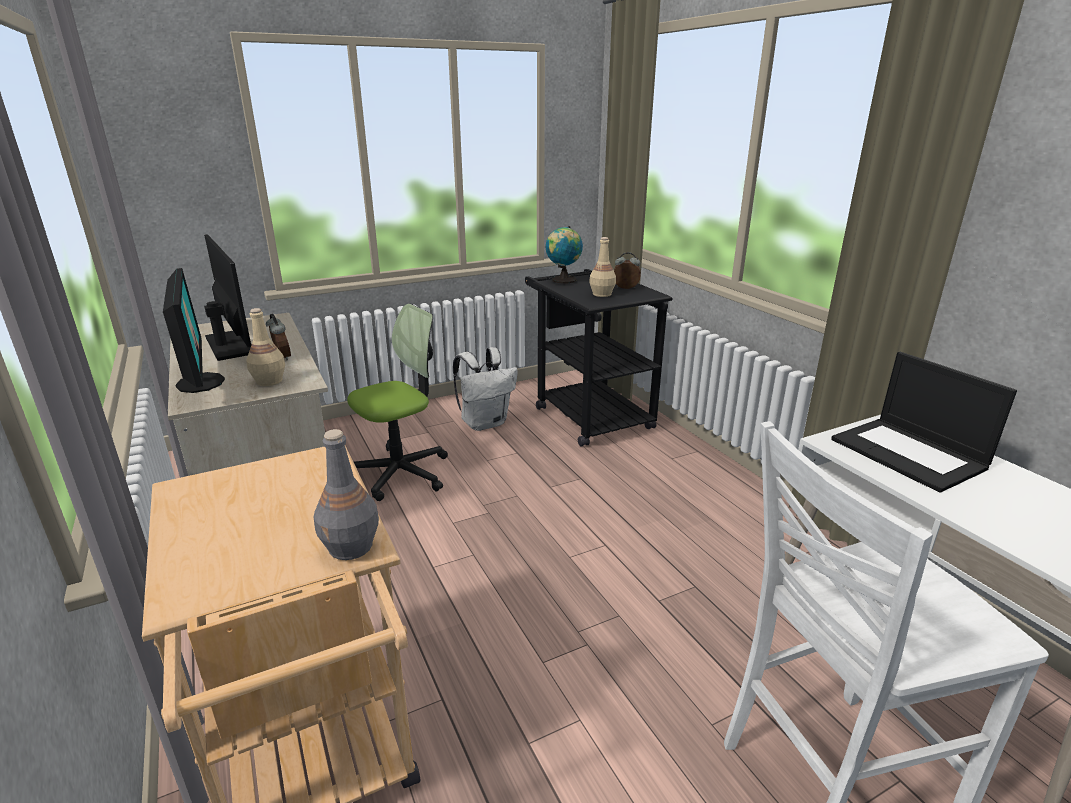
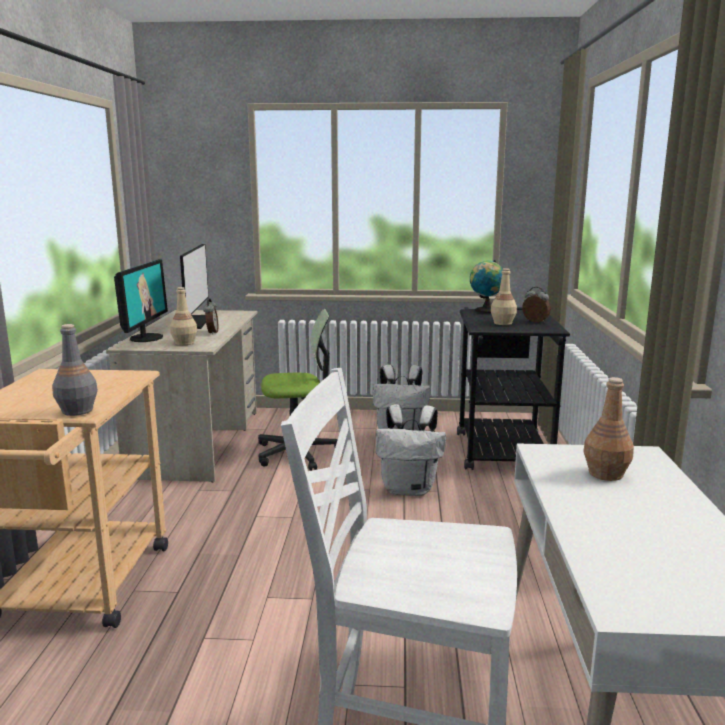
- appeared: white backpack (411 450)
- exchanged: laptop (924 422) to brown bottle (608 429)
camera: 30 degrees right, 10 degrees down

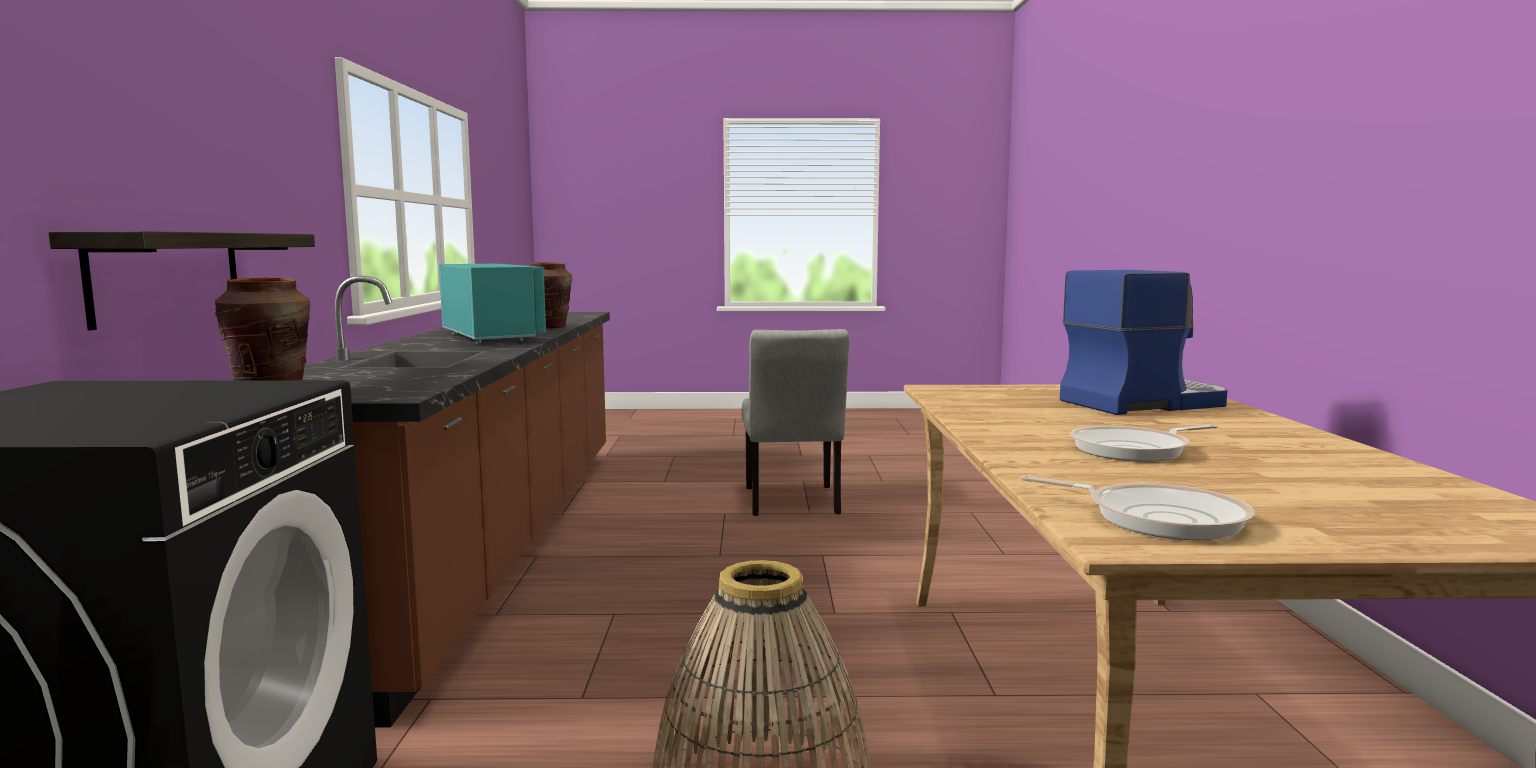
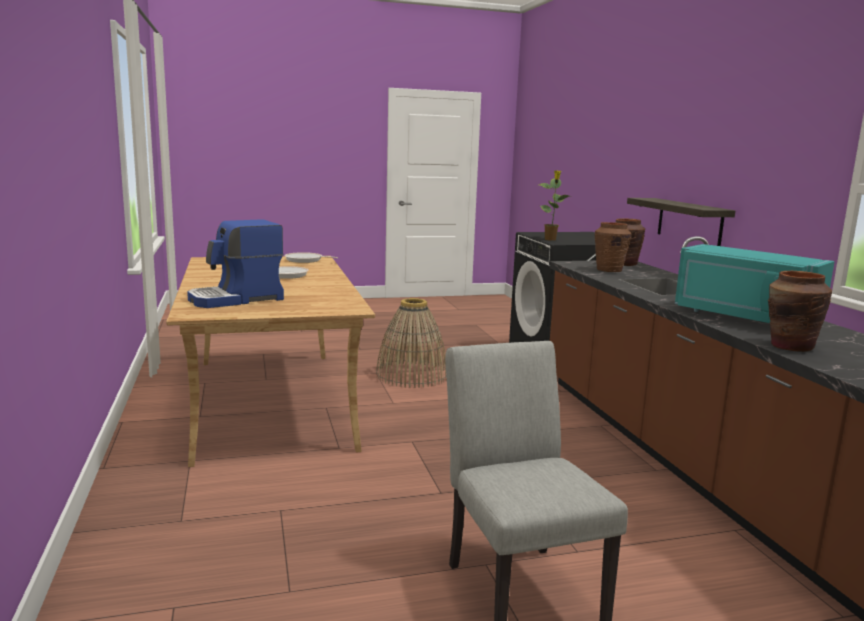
- appeared: potted plant (554 205)
- appeared: brown vase (613 247)
camera: 165 degrees right, 5 degrees up

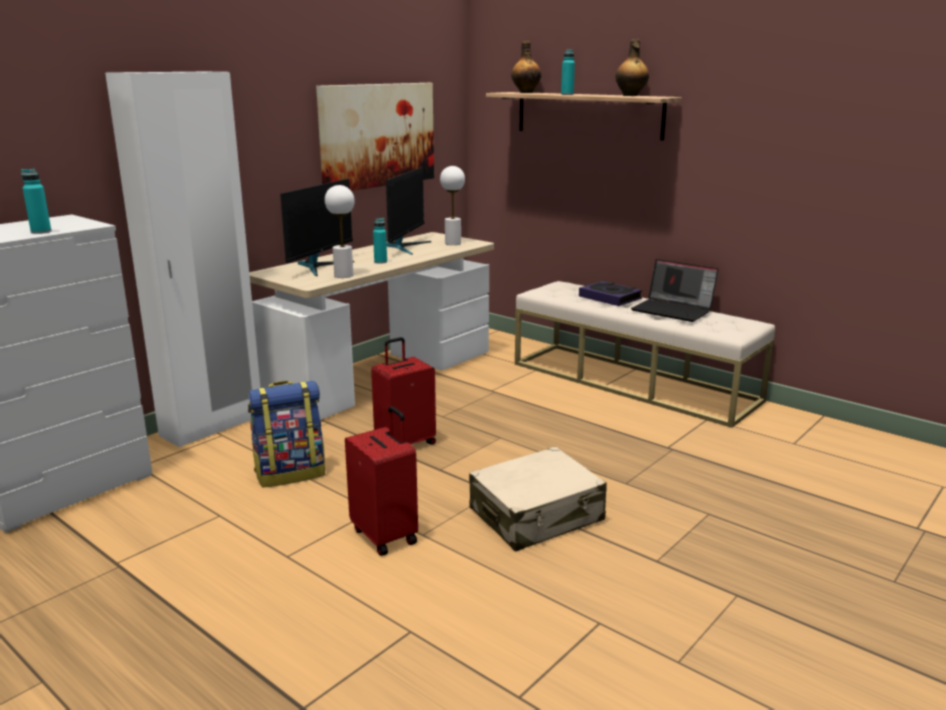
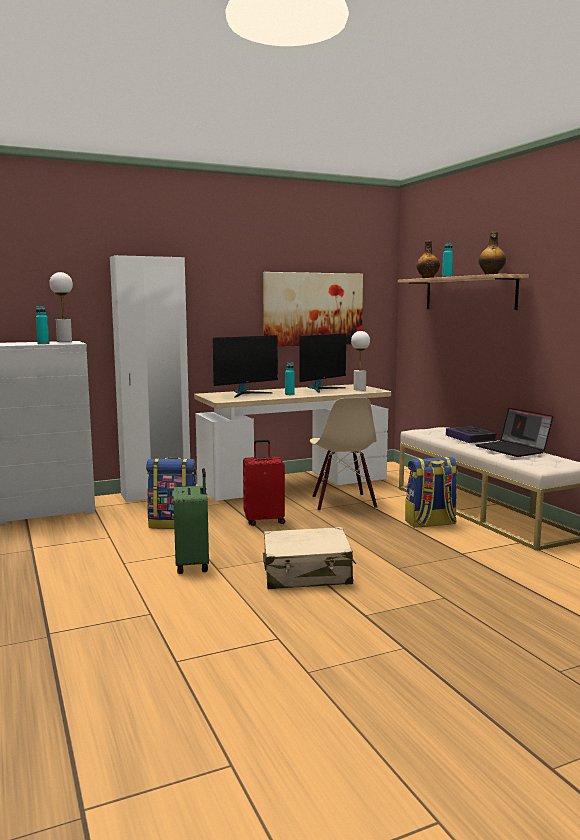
- relocated: white table lamp (340 231) to (61 307)
- colour: red suitcase (381 481) to green suitcase (191 521)
- appeared: beige chair (343 454)
- appeared: backpack (431 492)
camera: 25 degrees right, 10 degrees down

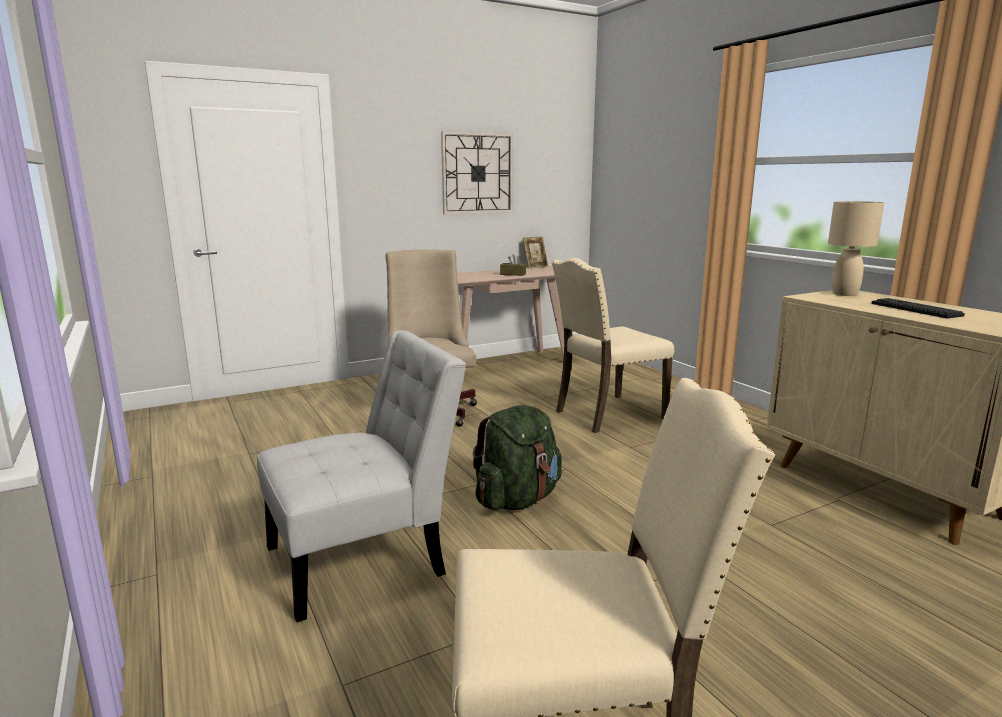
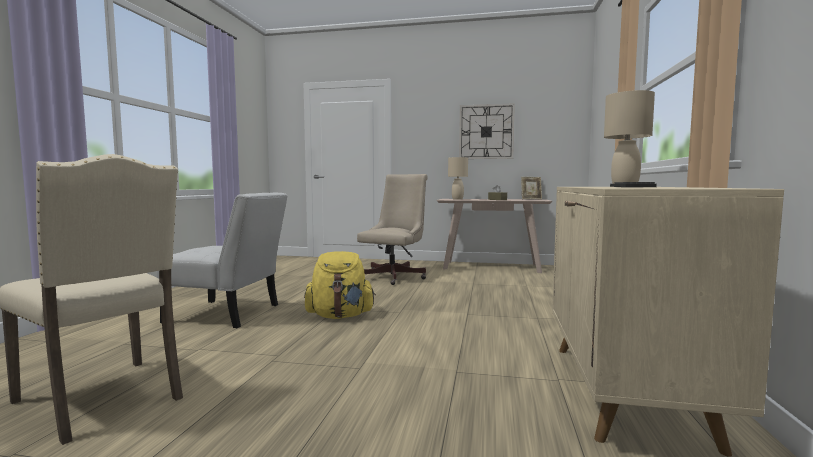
- colour: green backpack (517 457) to yellow backpack (340 285)
- appeared: beige table lamp (458 178)
- missing: beige chair (613 345)
camera: 40 degrees right, 10 degrees down

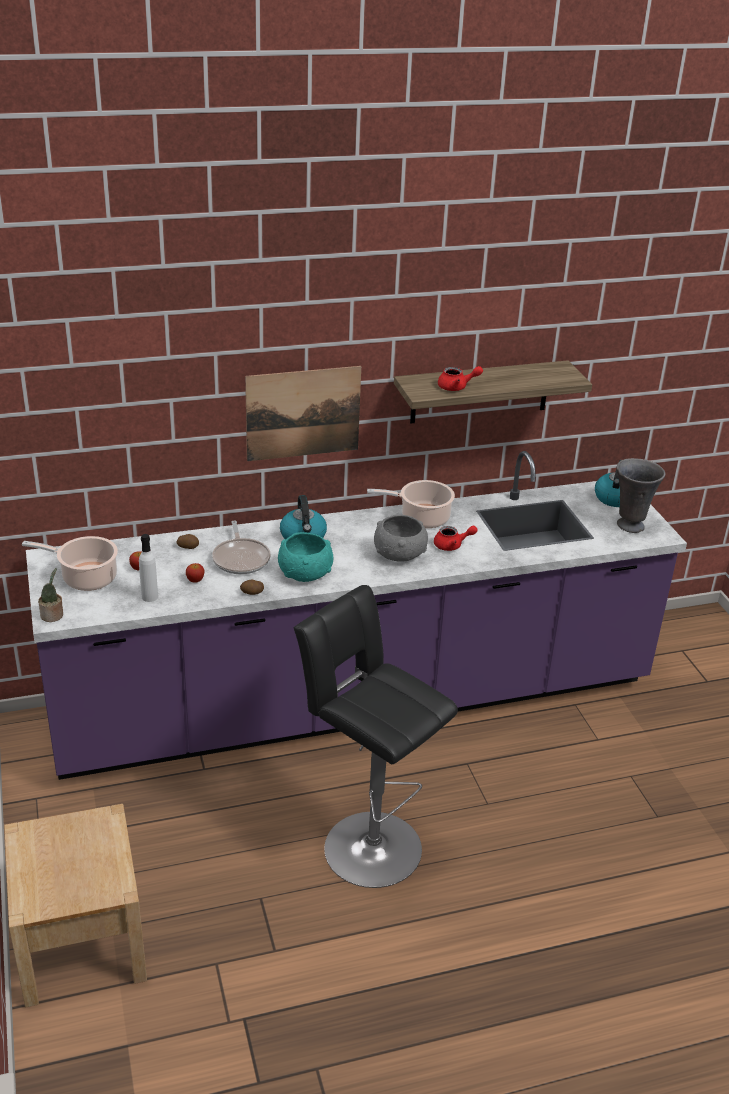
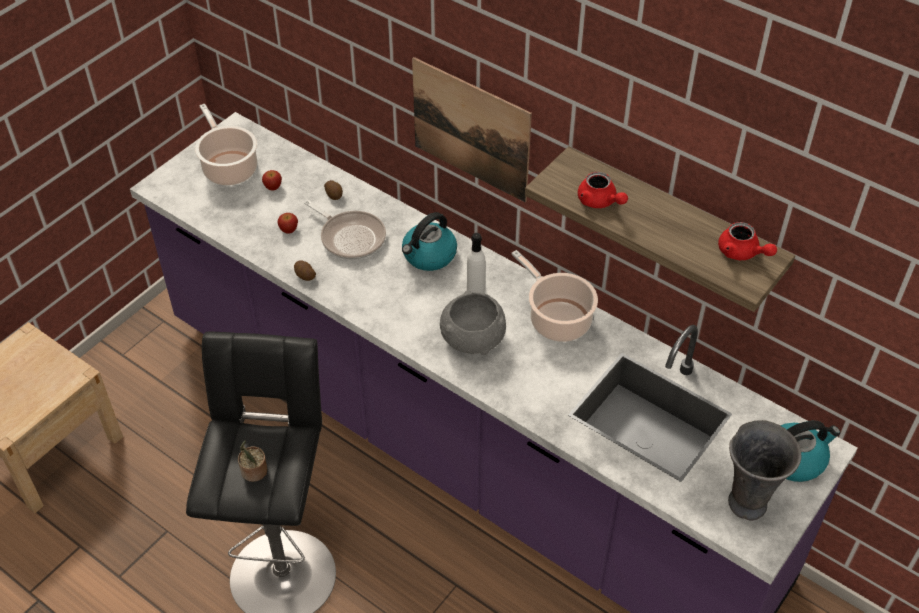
- relocated: potted plant (50 595) to (253 461)
- spun: frying pan (241 547) = (345 230) 90 degrees counterclockwise
- relocated: white bottle (148 568) to (476 263)
- relocated: red teapot (456 538) to (747 241)
- missing: turquoise bowl (305 557)
camera: 55 degrees right, 15 degrees up

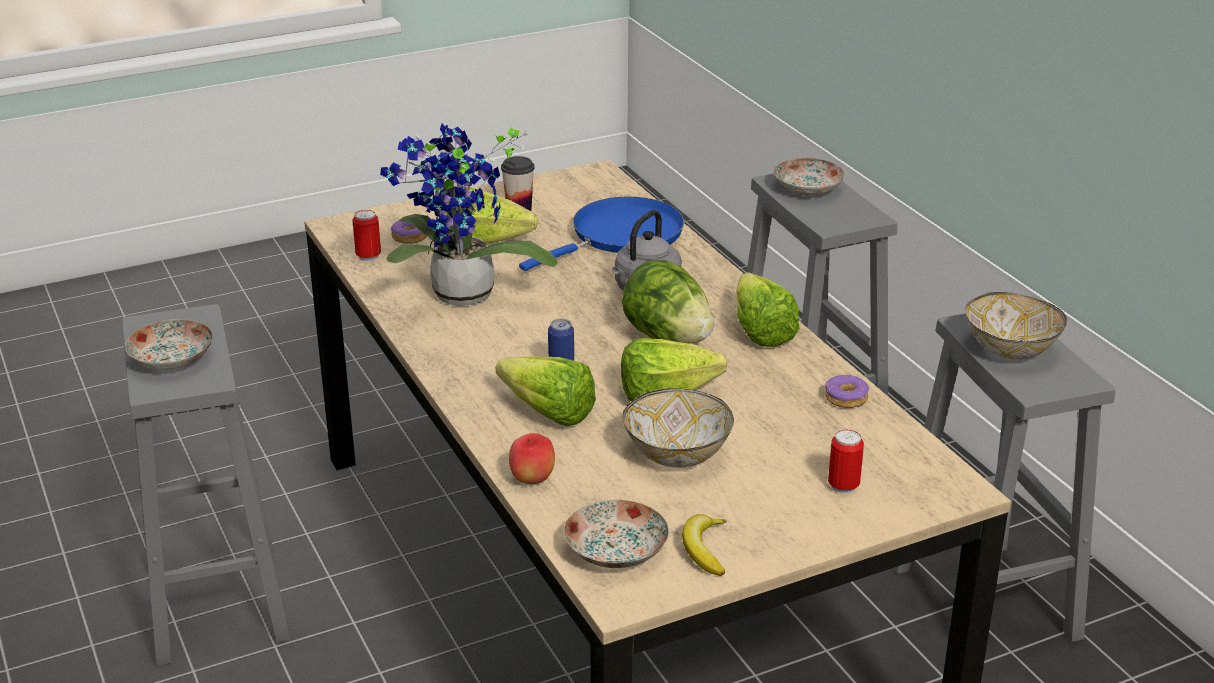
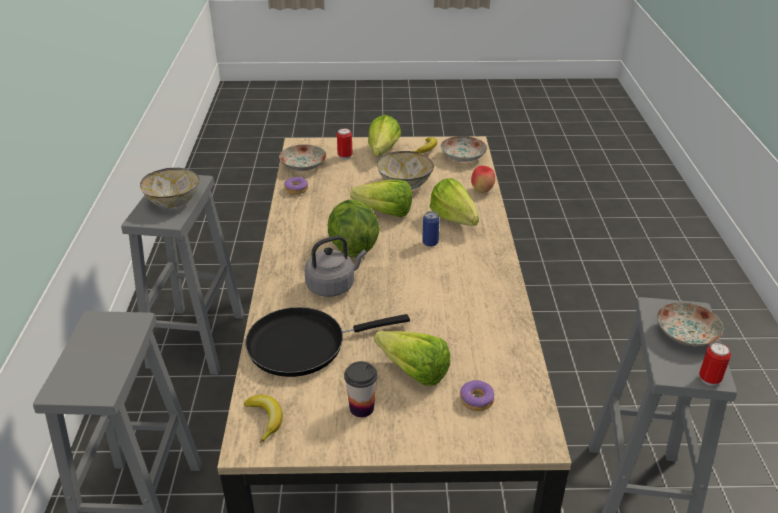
- appeared: banana (263 419)
- colour: blue frying pan (601 234) to black frying pan (327 342)
- relocated: plate (809 176) to (302 157)
- relocated: lettuce (768 310) to (384 135)
- relocated: can (366 236) to (715 364)
- missing: potted plant (468 214)
camera: 155 degrees left, 5 degrees up

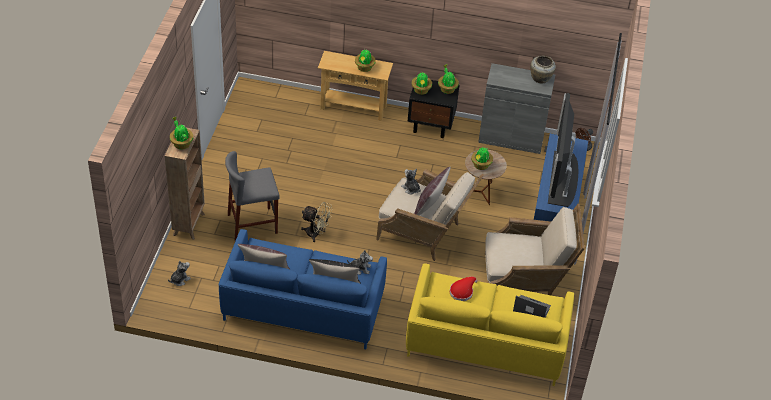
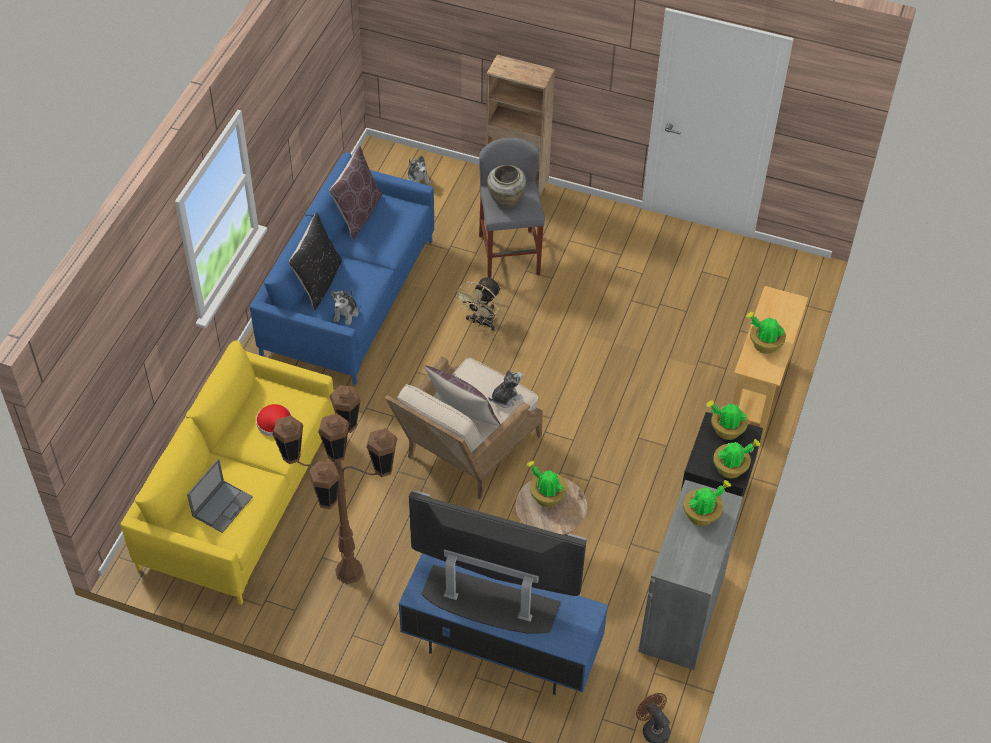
- exchanged: beige armchair (535 250) to brown floor lamp (335 484)
- relocated: beige vase (543 69) to (506 186)
- relocated: potted plant (181 133) to (707 503)
camera: 100 degrees right, 5 degrees up

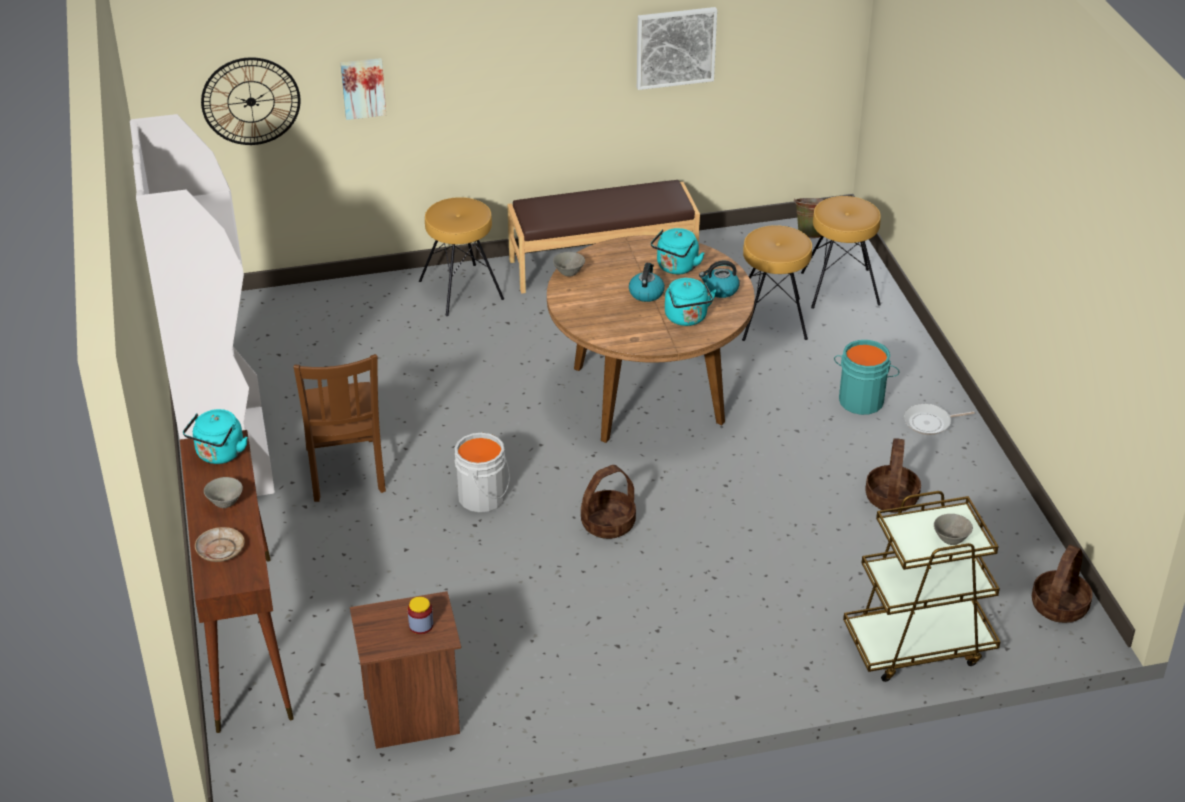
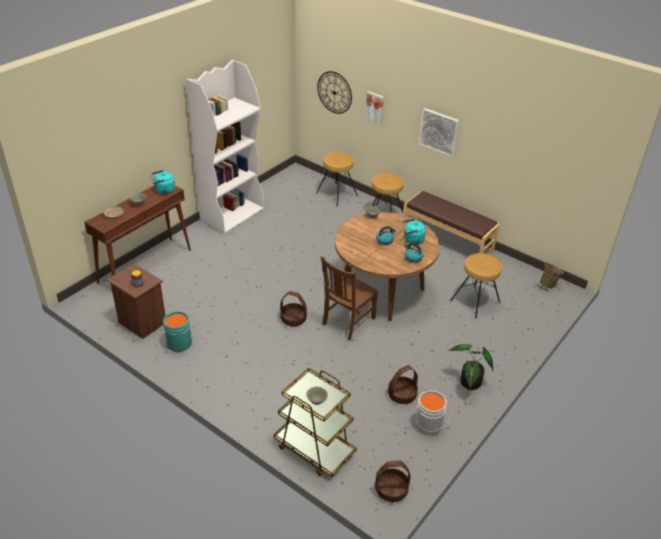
- relocated: turquoise bucket (867 377) to (178 331)
- relocated: brown stool (841 252) to (337 179)
- relocated: brown chair (340 428) to (349 298)
- relocated: grey bucket (482 473) to (433 413)
- relocated: picture (677 48) to (439 132)
- exchanged: frying pan (939 419) to potted plant (471 367)
- missing: turquoise kettle (690 302)
camera: 50 degrees right, 0 degrees up

